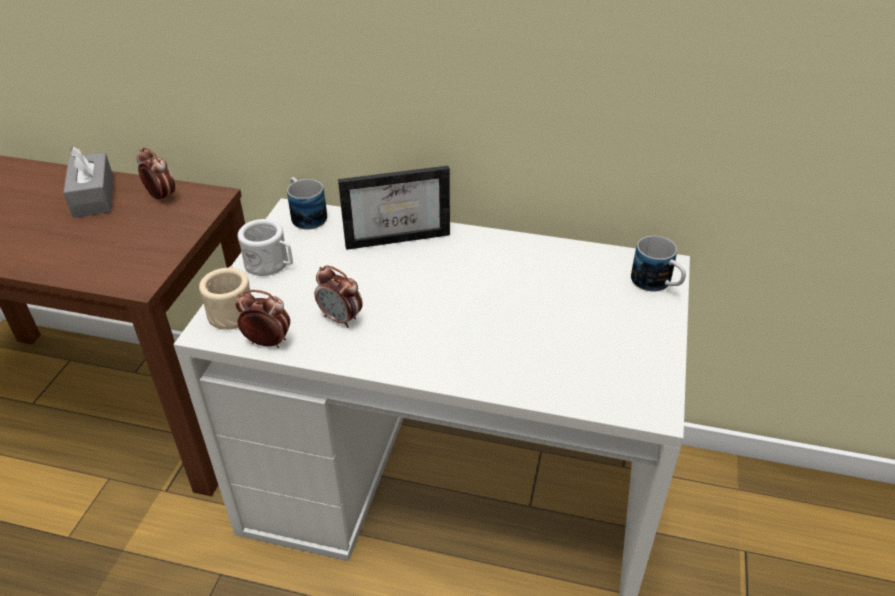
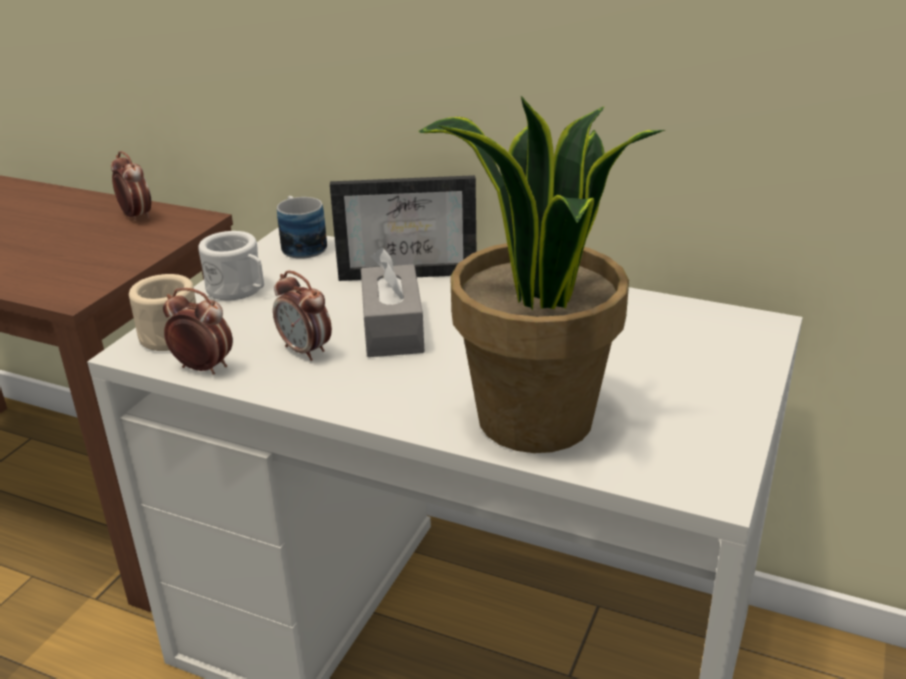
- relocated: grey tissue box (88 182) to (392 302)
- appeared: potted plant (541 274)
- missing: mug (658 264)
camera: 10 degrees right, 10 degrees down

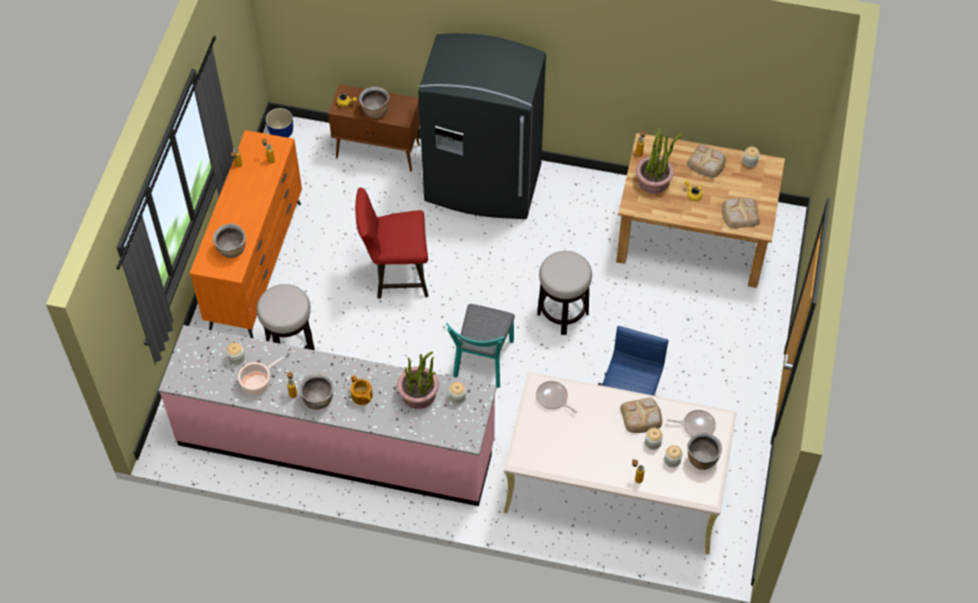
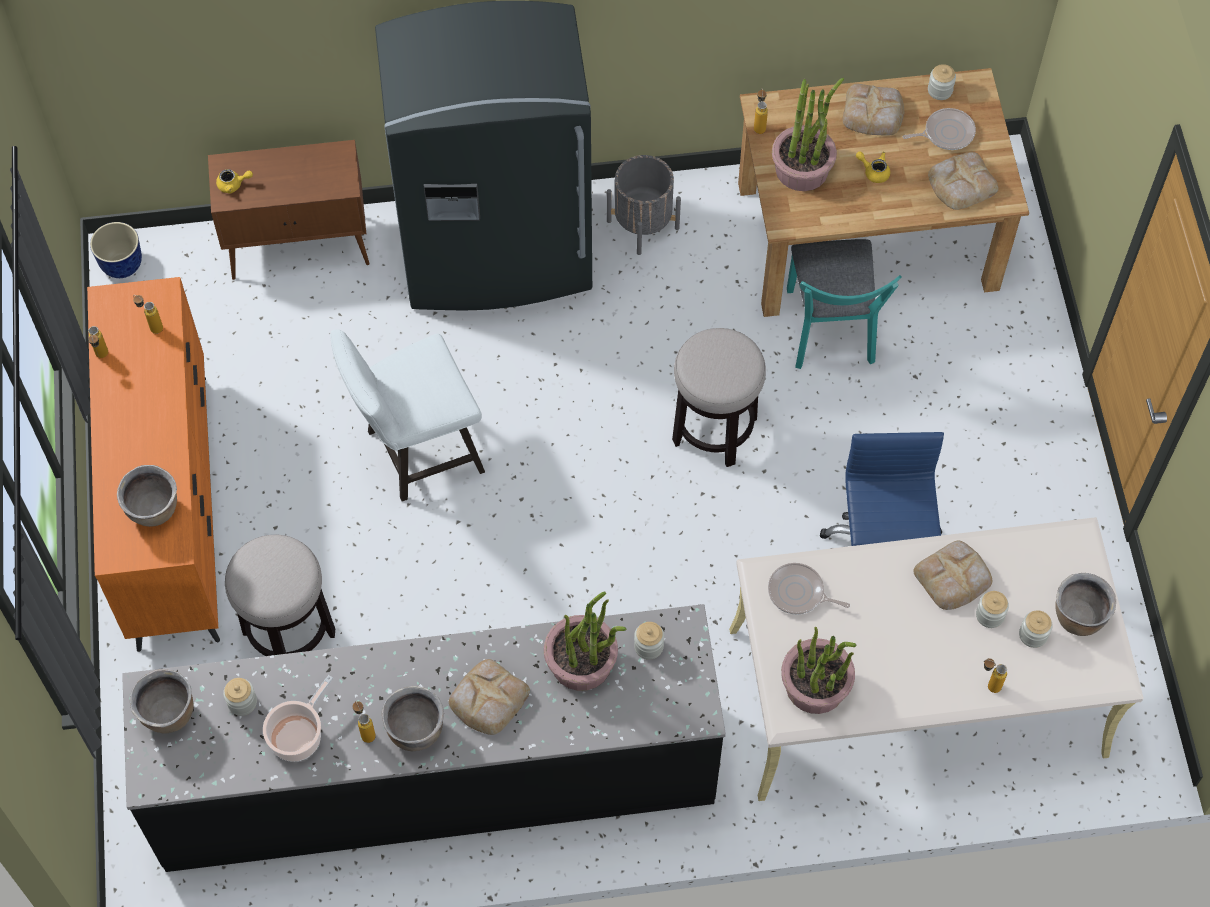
- colour: pink counter (327 415) to black counter (424 738)
- relocated: brown cooking pot (374 102) to (162 701)
- colour: red stool (391 243) to white stool (407 416)
- exchanged: teapot (362 390) to bread (489 697)
- appeared: grey planter (644 205)
- appeared: potted plant (819 670)
- relocated: turquoise chair (480 346) to (844 304)
- relocated: frying pan (691 423) to (939 129)
camera: 20 degrees left, 5 degrees up

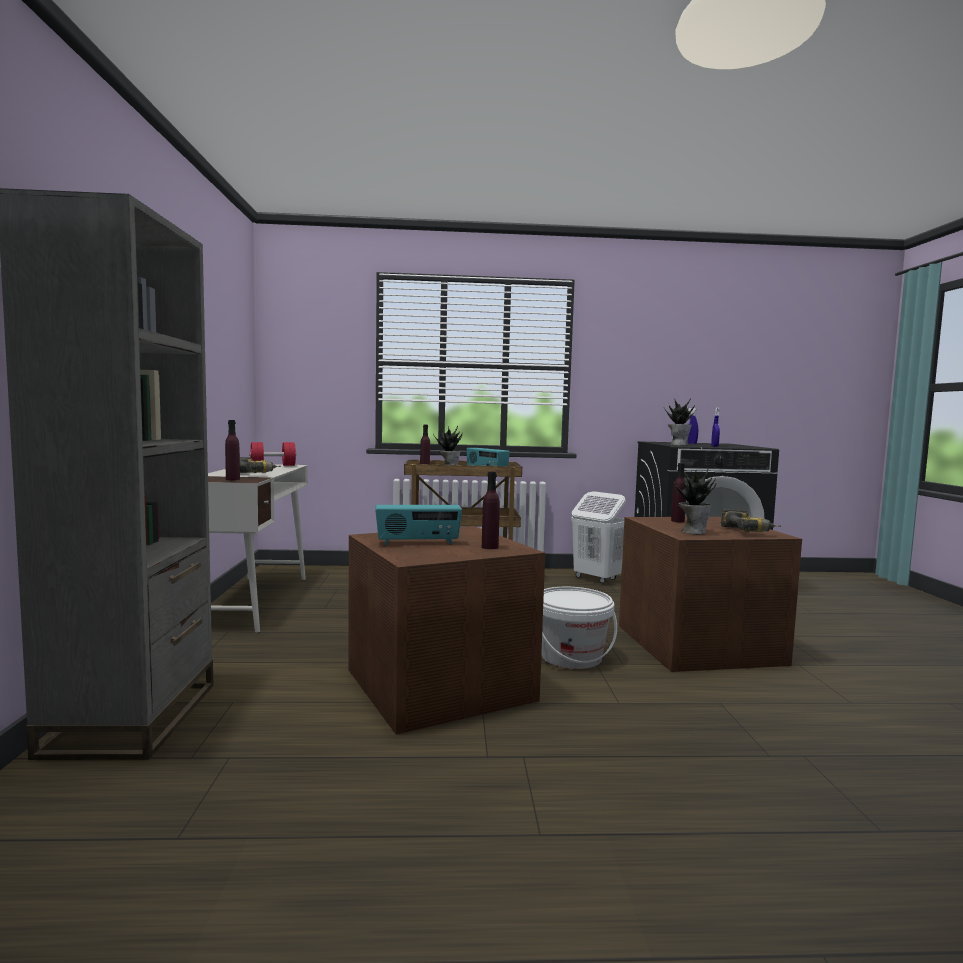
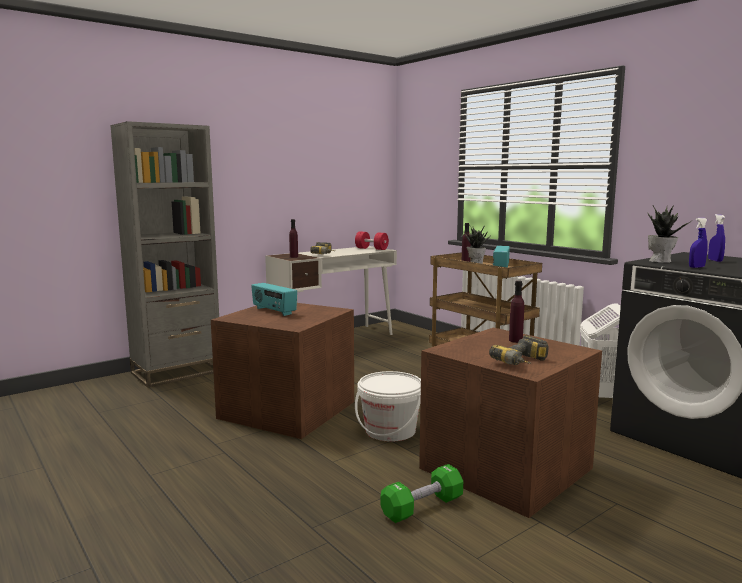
- appeared: green dumbbell (421 493)
- missing: purple bottle (491 510)
- missing: potted plant (694 501)
camera: 55 degrees right, 5 degrees up

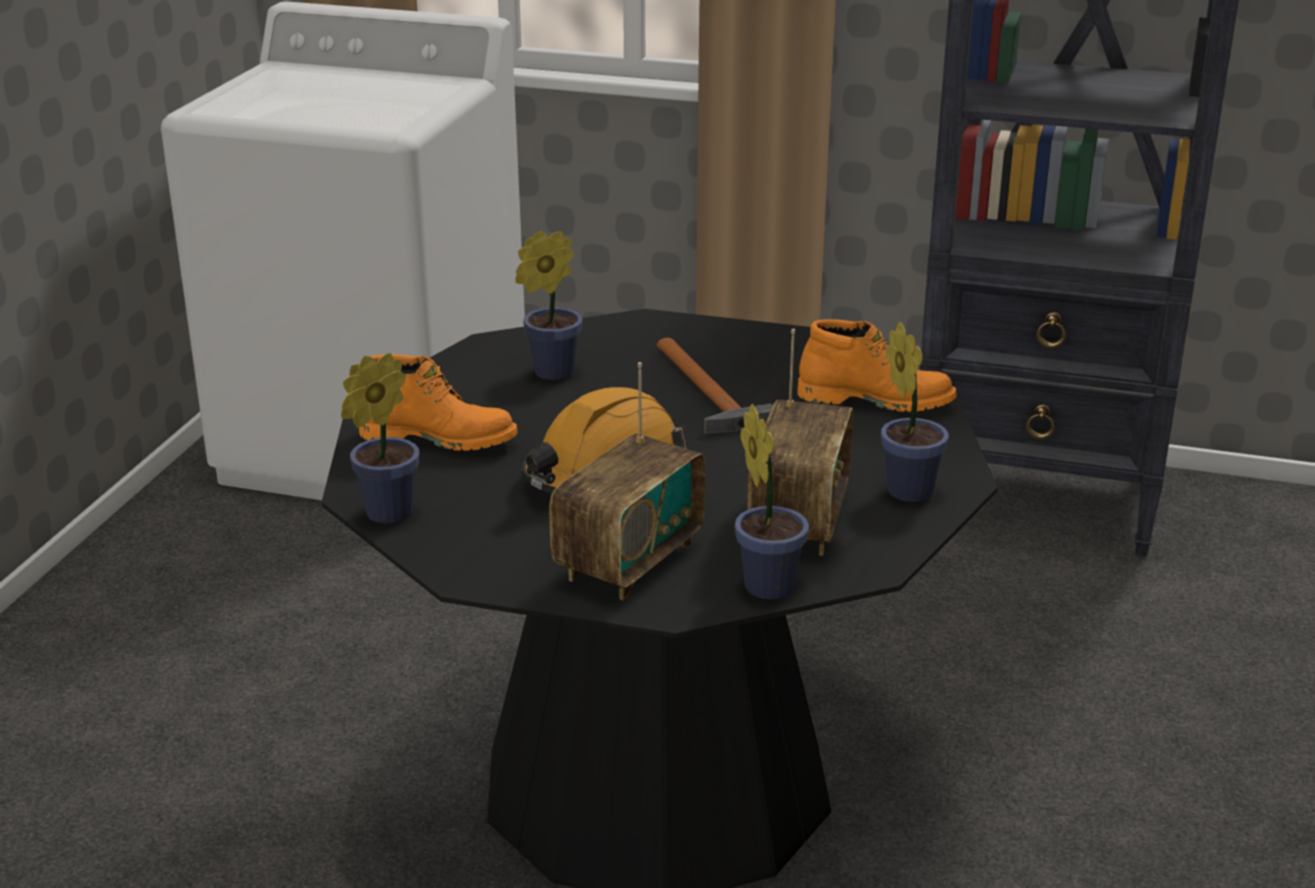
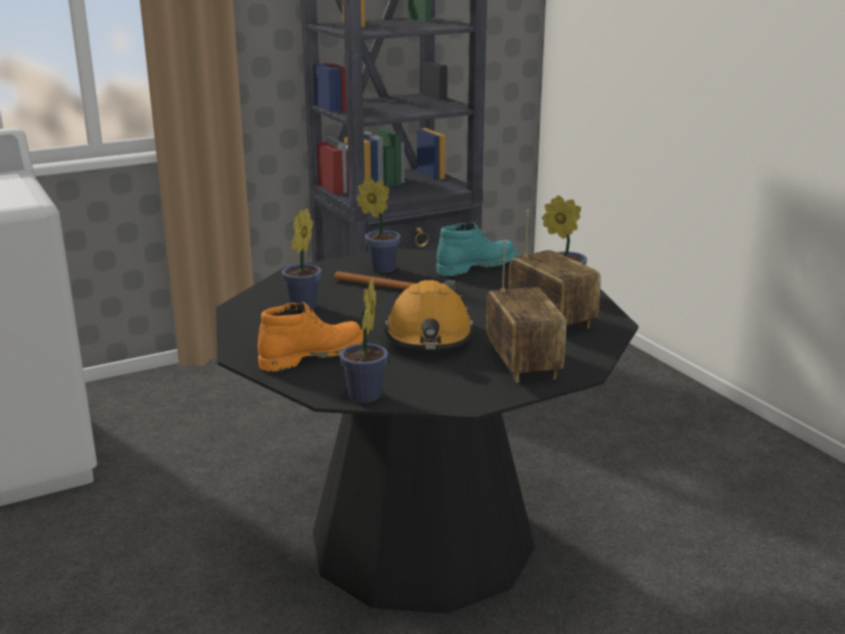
- relocated: potted plant (771 501) to (378 225)
- colour: orange boot (877 365) to turquoise boot (476 249)
camera: 45 degrees left, 5 degrees down

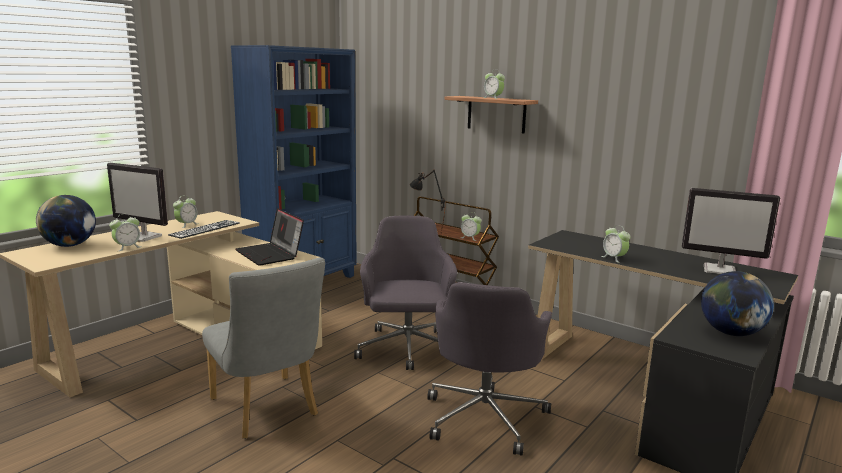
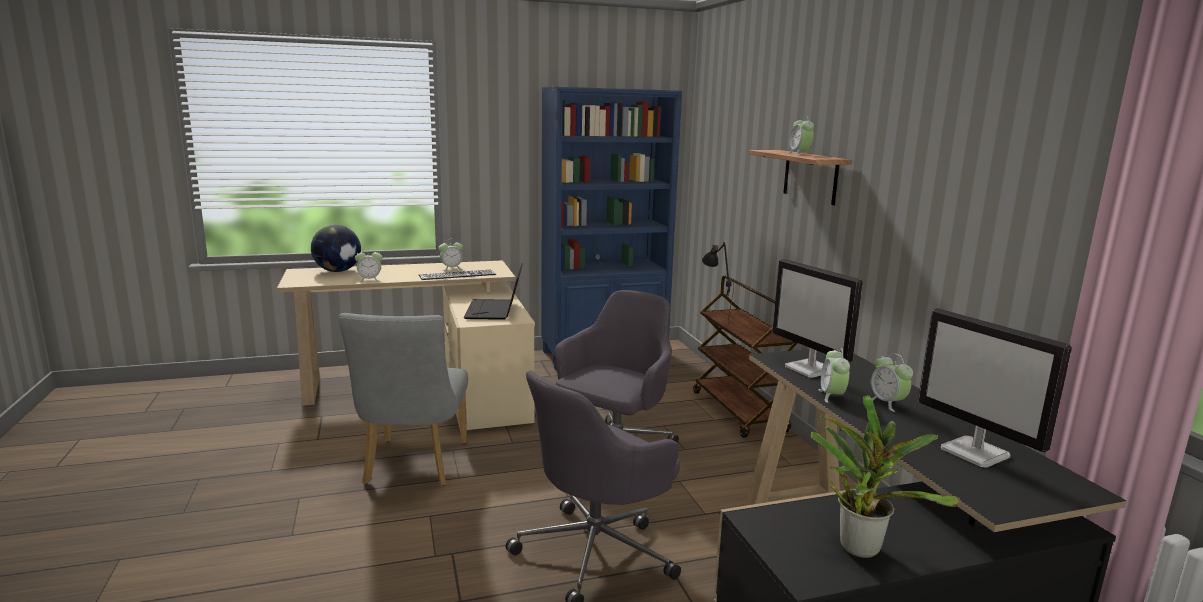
- relocated: monitor (137 202) to (817 318)
- exchanged: globe (737 303) to potted plant (885 476)
- relocated: alarm clock (471 226) to (892 382)
camera: 35 degrees right, 0 degrees up

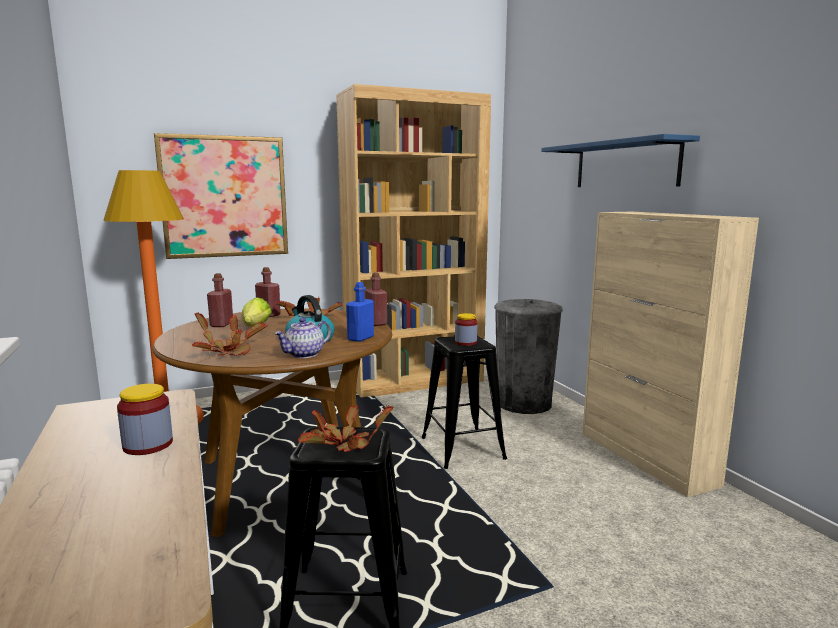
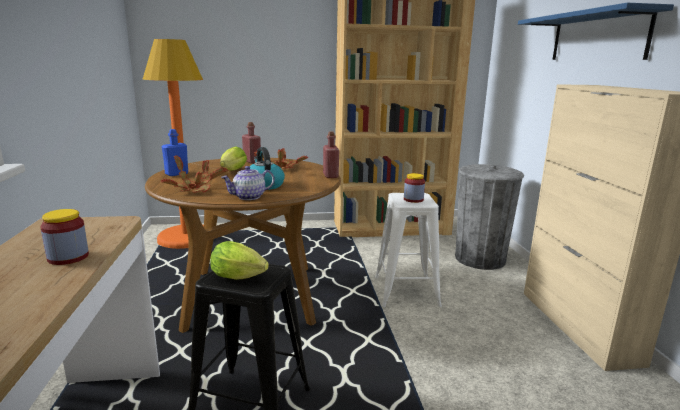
- relocated: blue bottle (360 312) to (175 152)
- exchanged: potted plant (346 428) to lettuce (239 260)
- colour: black stool (464 402) to white stool (408 250)
- missing: picture (221 196)
- missing: red bottle (220 300)
camera: 15 degrees right, 5 degrees up

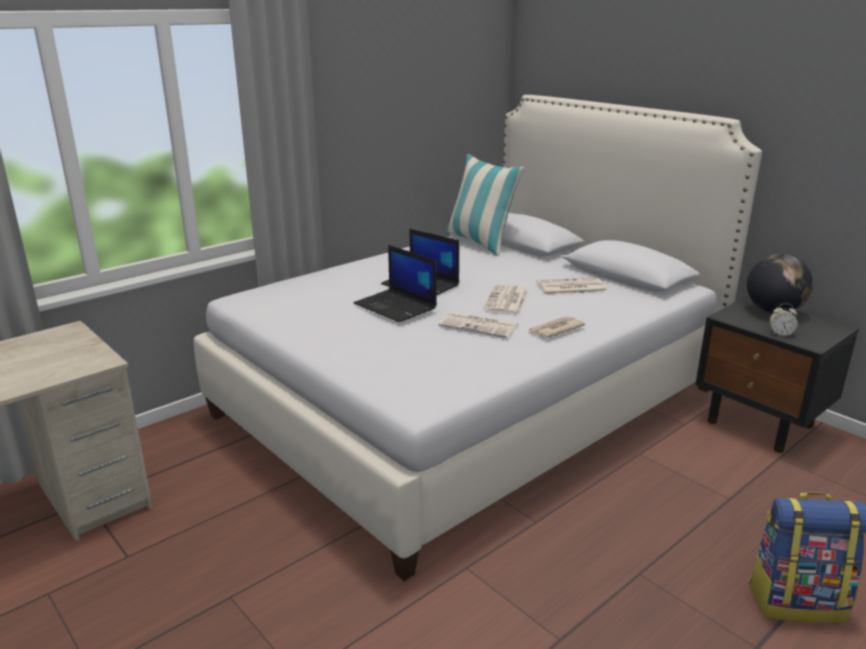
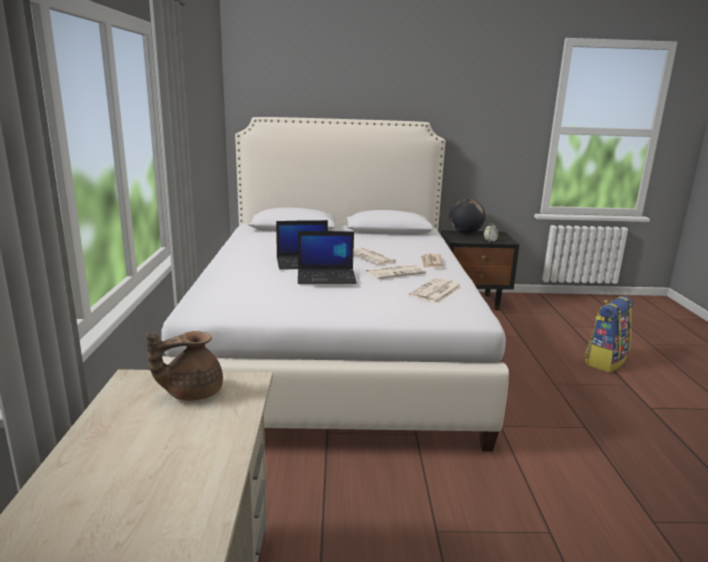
- appeared: brown teapot (184 366)
- relocated: newspaper (571 286) to (435 290)
- missing: pillow (485 205)
camera: 50 degrees left, 5 degrees down

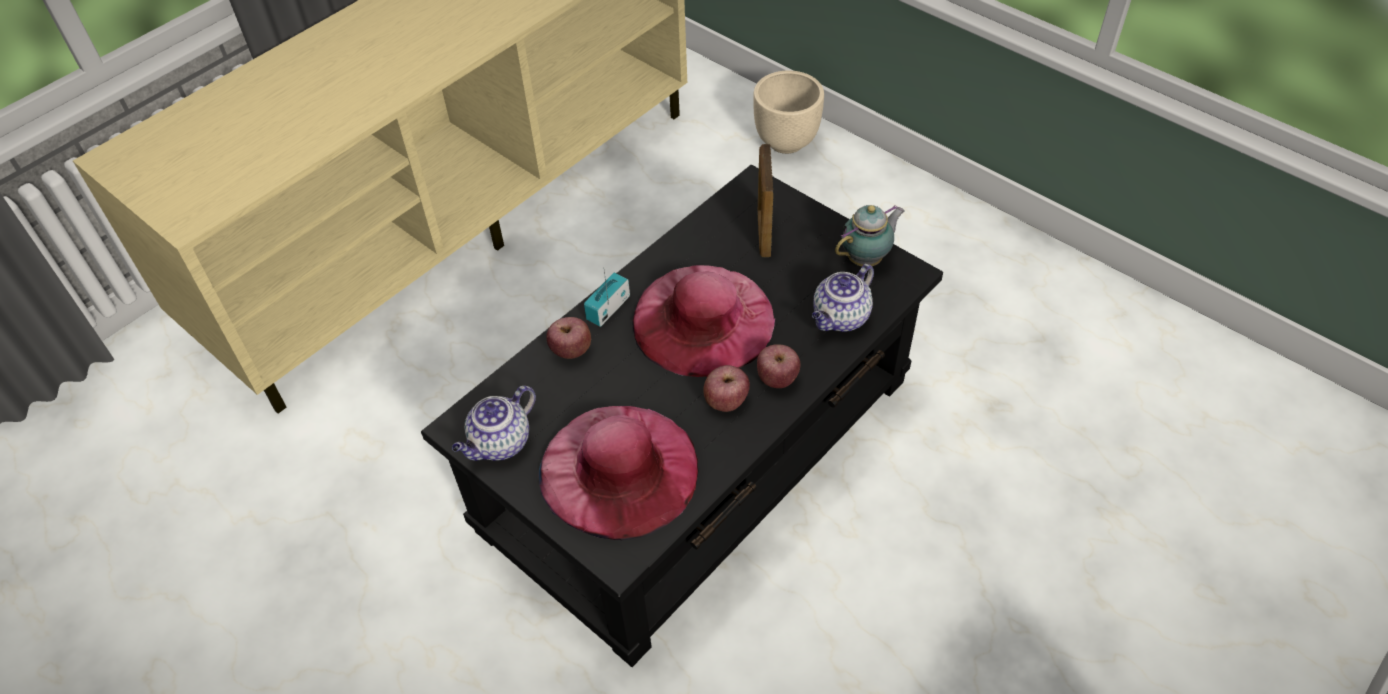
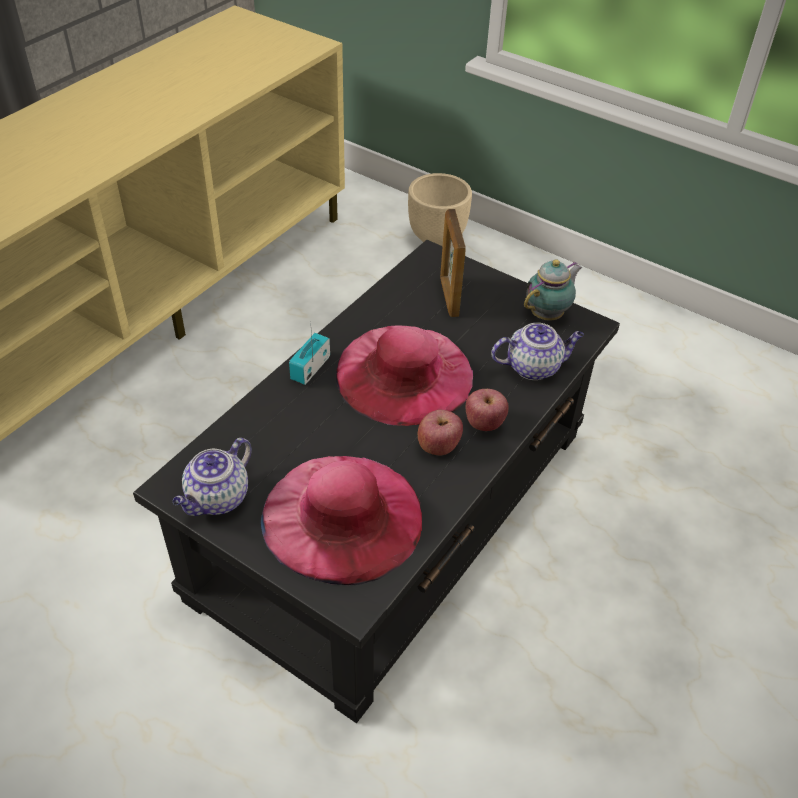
- spun: teapot (843 298) = (537 351) 135 degrees counterclockwise
- missing: apple (568 338)
camera: 10 degrees left, 5 degrees down

